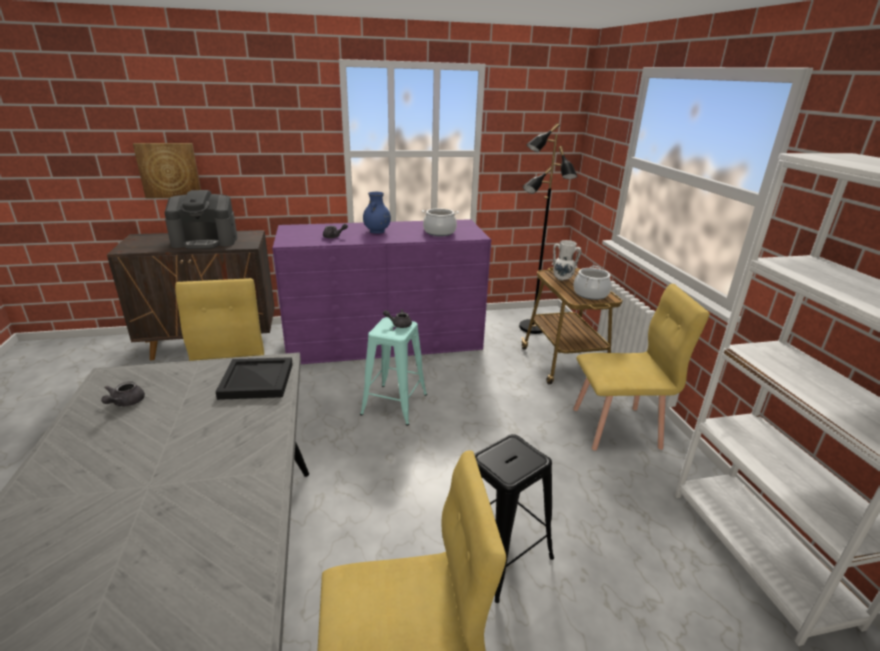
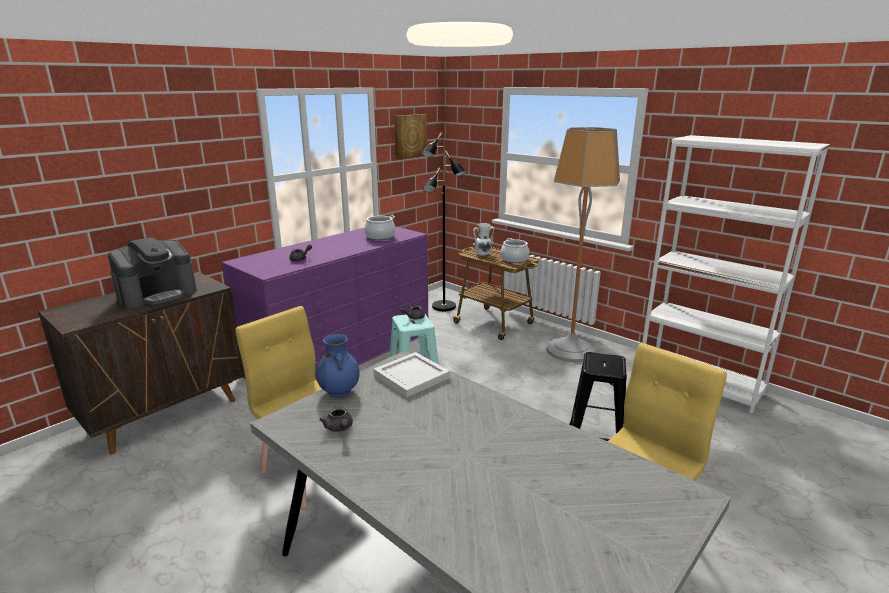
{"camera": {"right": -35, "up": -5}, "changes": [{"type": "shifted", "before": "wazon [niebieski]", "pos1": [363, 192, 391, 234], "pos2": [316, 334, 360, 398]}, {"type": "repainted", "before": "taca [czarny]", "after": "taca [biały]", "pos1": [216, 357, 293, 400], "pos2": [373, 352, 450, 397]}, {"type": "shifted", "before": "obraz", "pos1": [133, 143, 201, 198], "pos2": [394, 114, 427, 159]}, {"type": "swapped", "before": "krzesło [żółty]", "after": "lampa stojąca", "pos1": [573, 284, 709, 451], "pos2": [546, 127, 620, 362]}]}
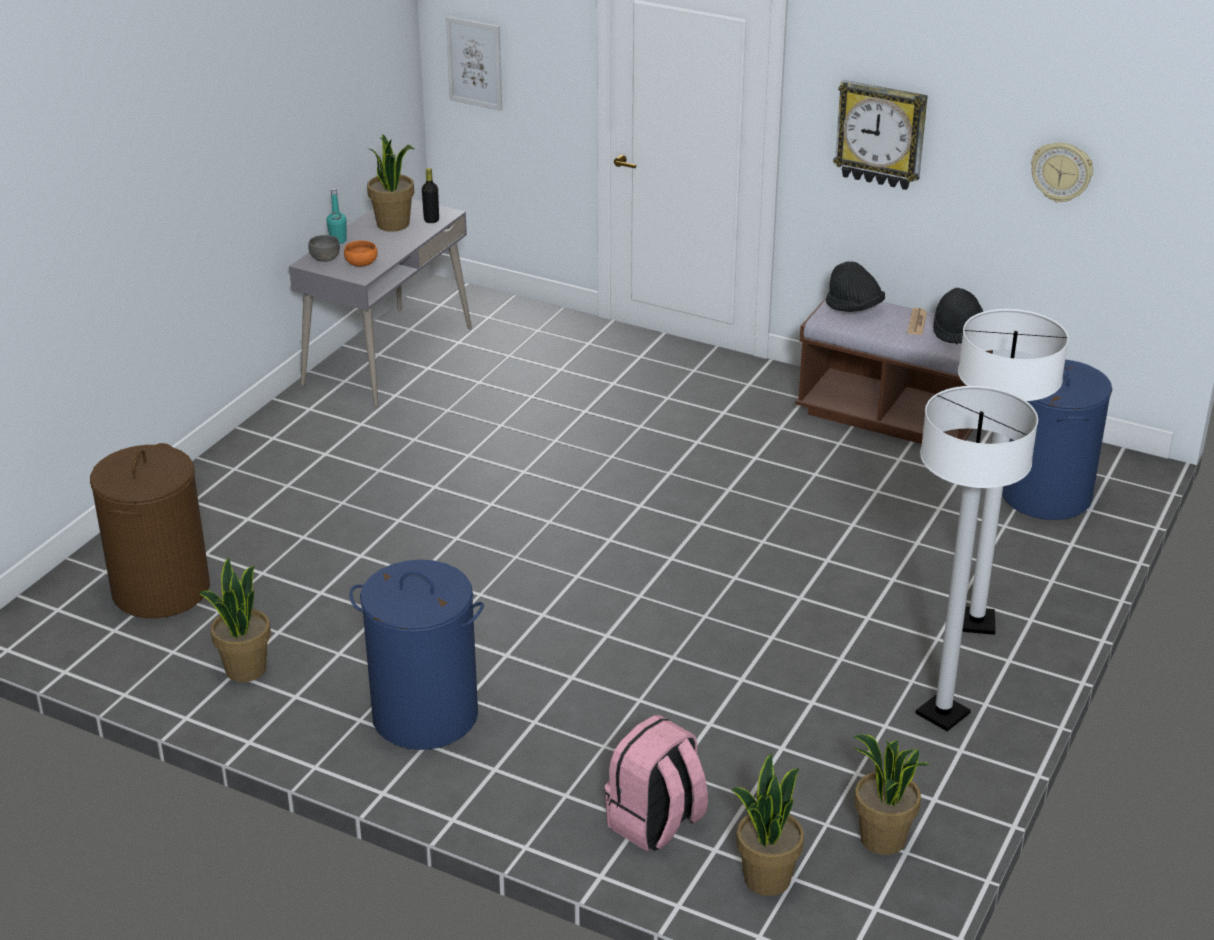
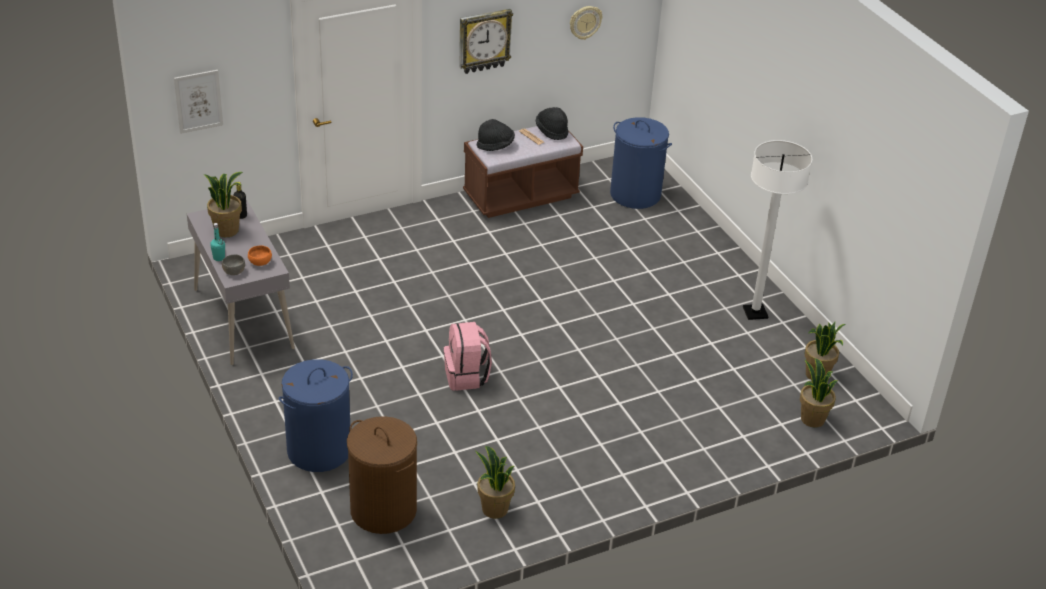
{"camera": {"right": -55, "up": 5}, "changes": [{"type": "shifted", "before": "kosz na pranie [niebieski]", "pos1": [350, 560, 484, 750], "pos2": [279, 359, 353, 472]}, {"type": "shifted", "before": "plecak [różowy]", "pos1": [604, 715, 708, 851], "pos2": [444, 322, 492, 391]}, {"type": "gone", "before": "lampa stojąca [biały]", "pos1": [958, 309, 1069, 635]}]}
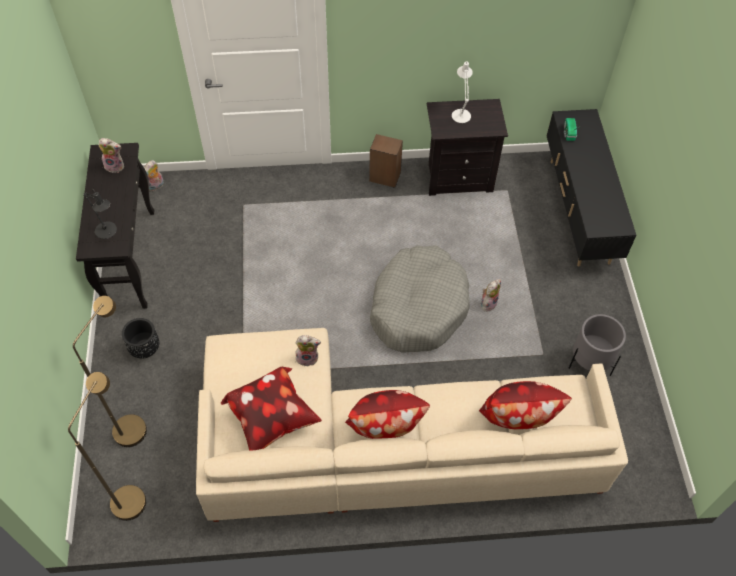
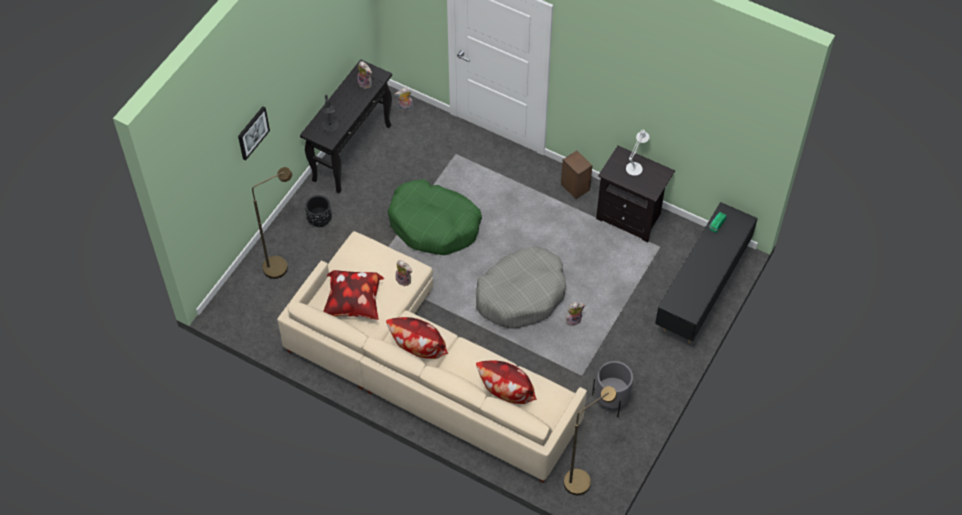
{"camera": {"right": 35, "up": 0}, "changes": [{"type": "new", "after": "obraz", "pos2": [238, 106, 270, 160]}, {"type": "new", "after": "legowisko [zielony]", "pos2": [388, 179, 482, 255]}, {"type": "shifted", "before": "lampa stojąca [brązowy]", "pos1": [68, 372, 146, 521], "pos2": [564, 386, 617, 495]}]}
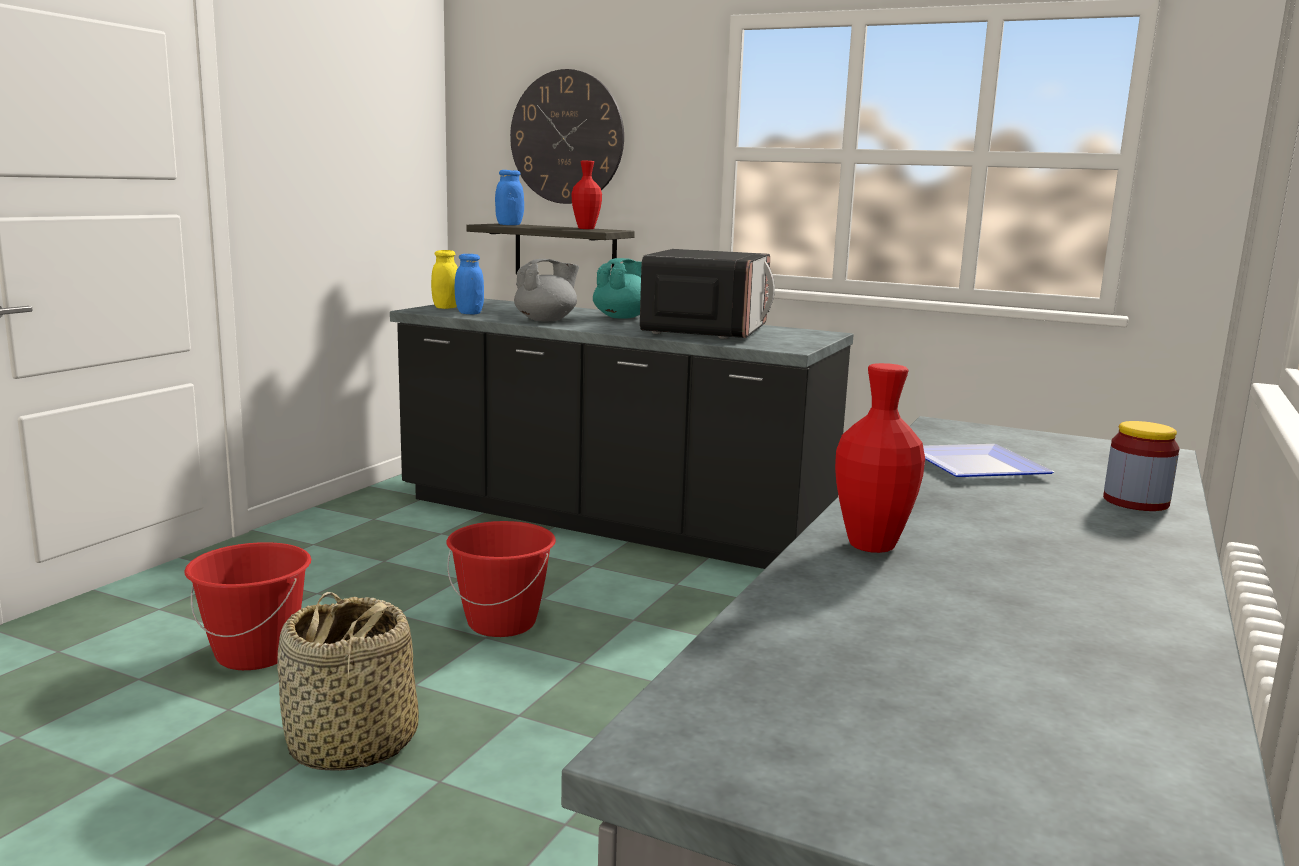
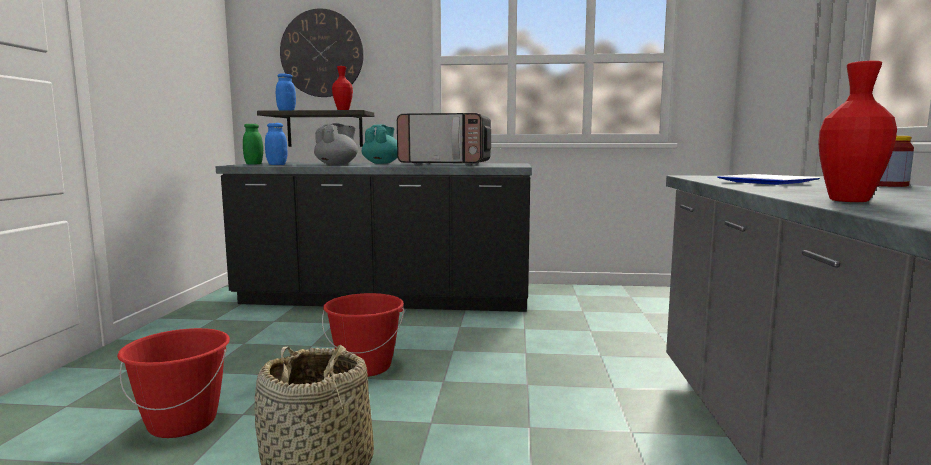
{"camera": {"right": -20, "up": -5}, "changes": [{"type": "repainted", "before": "słoik [żółty]", "after": "słoik [zielony]", "pos1": [431, 250, 458, 309], "pos2": [243, 124, 263, 165]}, {"type": "rotated", "before": "mikrofalówka", "pos1": [640, 249, 775, 339], "pos2": [397, 113, 491, 165], "turn": 105}]}
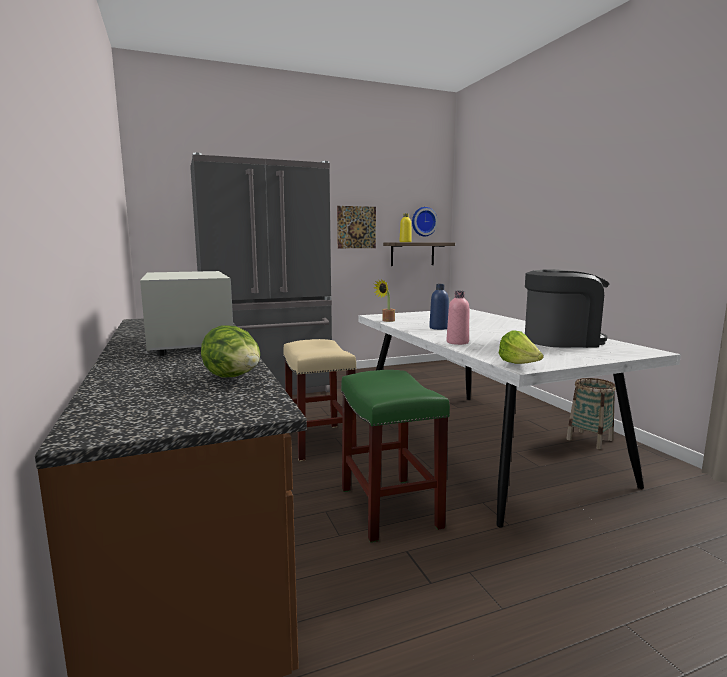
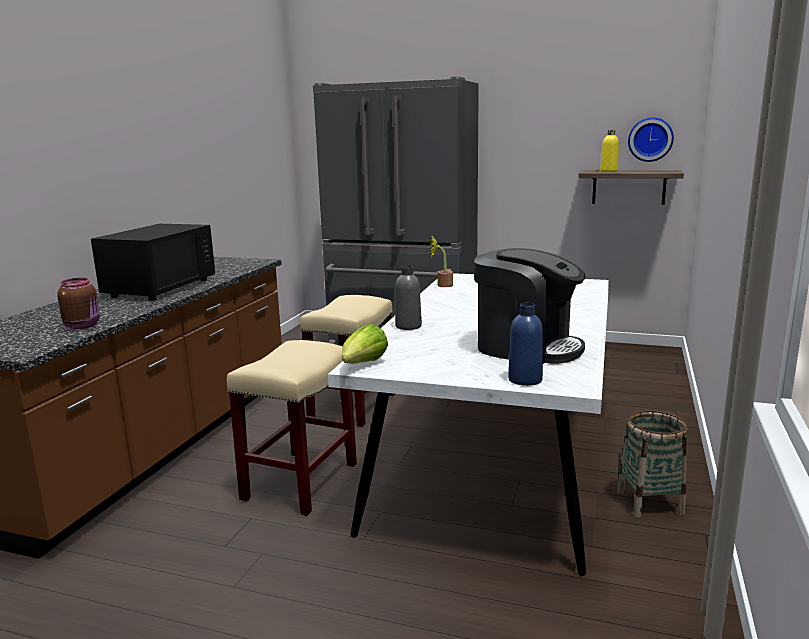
{"camera": {"right": 40, "up": 5}, "changes": [{"type": "swapped", "before": "sałata", "after": "słoik [brązowy]", "pos1": [201, 325, 260, 377], "pos2": [57, 278, 100, 329]}, {"type": "repainted", "before": "mikrofalówka [biały]", "after": "mikrofalówka [czarny]", "pos1": [140, 271, 233, 356], "pos2": [91, 224, 215, 301]}, {"type": "repainted", "before": "stołek [zielony]", "after": "stołek [beżowy]", "pos1": [341, 370, 450, 543], "pos2": [227, 340, 357, 516]}, {"type": "repainted", "before": "butelka [różowy]", "after": "butelka [szary]", "pos1": [446, 291, 469, 345], "pos2": [395, 265, 422, 330]}, {"type": "shifted", "before": "butelka [niebieski]", "pos1": [429, 284, 449, 330], "pos2": [508, 303, 543, 386]}, {"type": "gone", "before": "obraz", "pos1": [337, 206, 376, 248]}]}
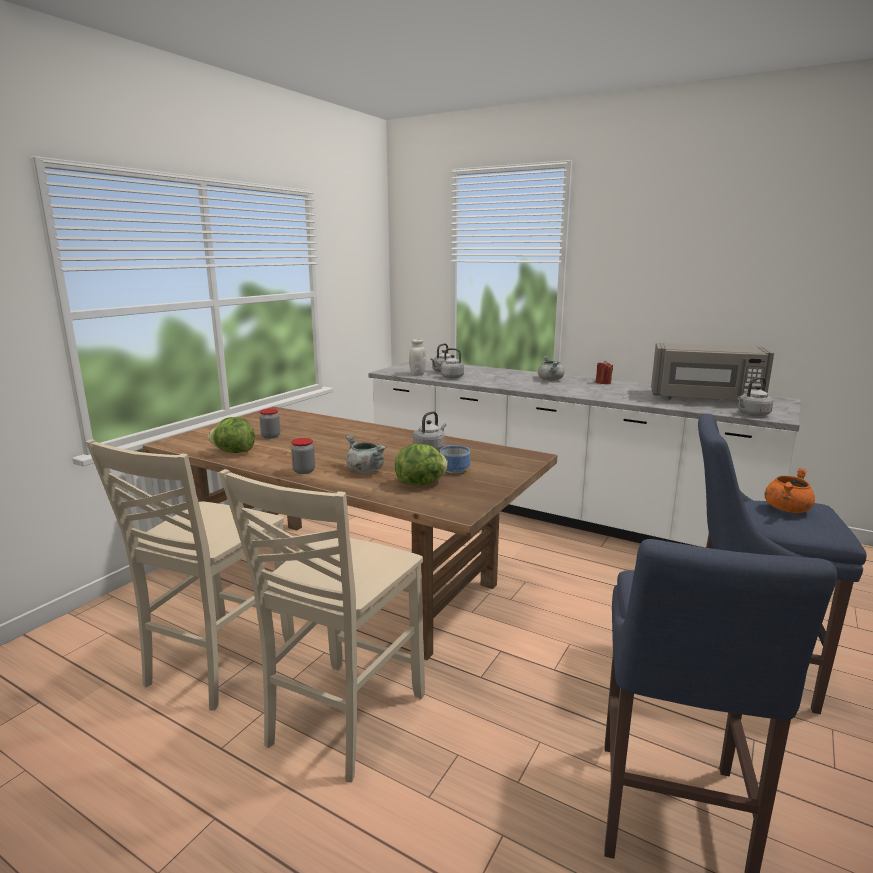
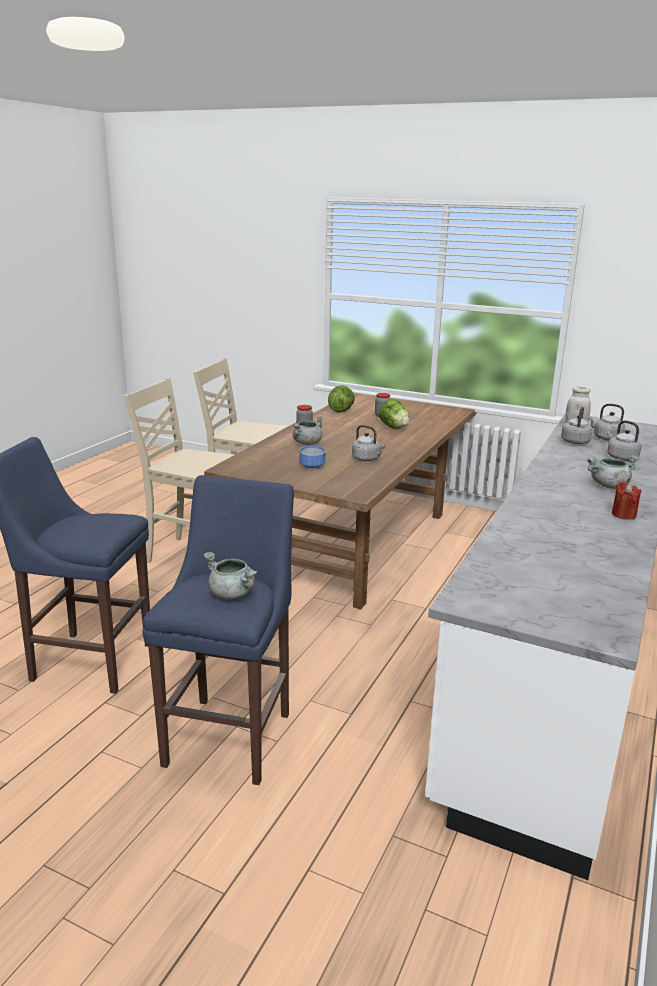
{"camera": {"right": 85, "up": 5}, "changes": [{"type": "repainted", "before": "garnek [pomarańczowy]", "after": "garnek [szary]", "pos1": [764, 468, 815, 513], "pos2": [203, 552, 258, 599]}, {"type": "shifted", "before": "sałata", "pos1": [395, 444, 448, 485], "pos2": [379, 398, 409, 429]}, {"type": "shifted", "before": "czajnik [szary]", "pos1": [737, 377, 773, 416], "pos2": [607, 420, 642, 461]}, {"type": "gone", "before": "mikrofalówka [szary]", "pos1": [651, 343, 774, 401]}]}
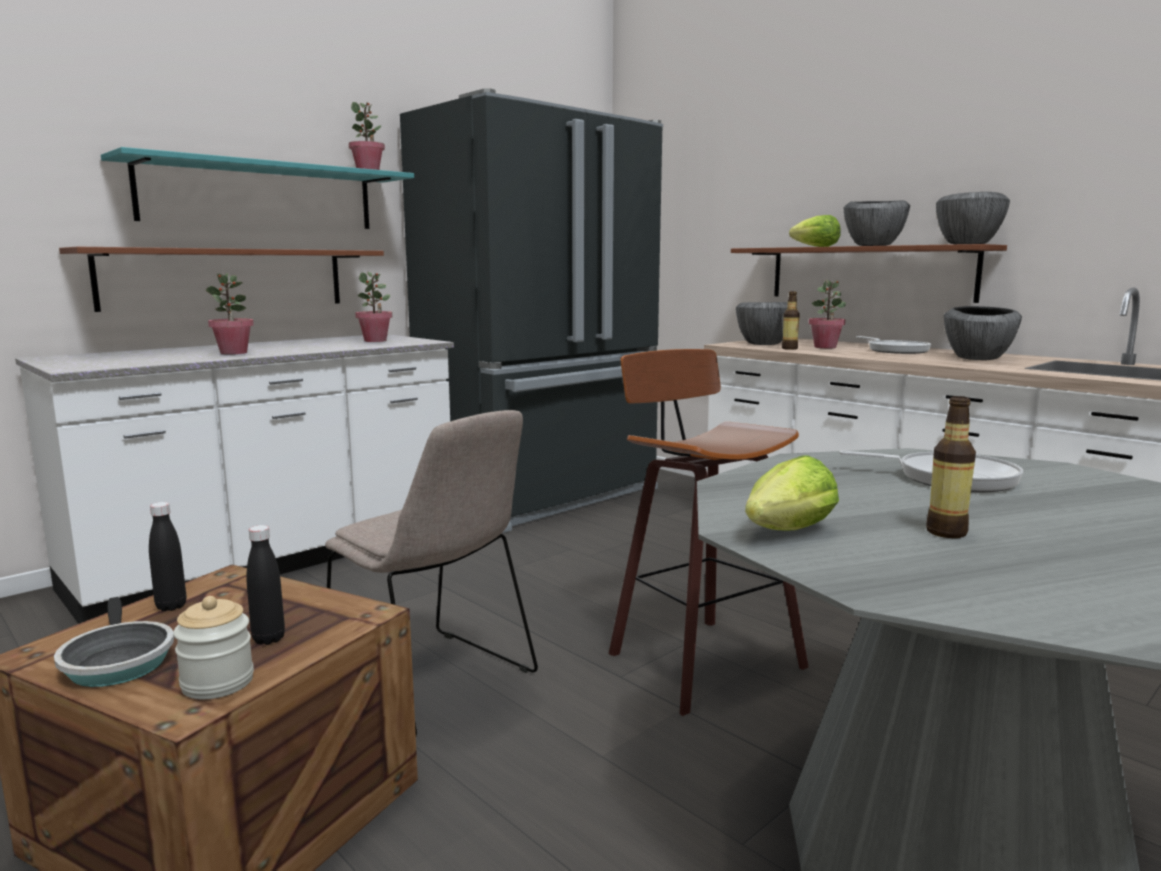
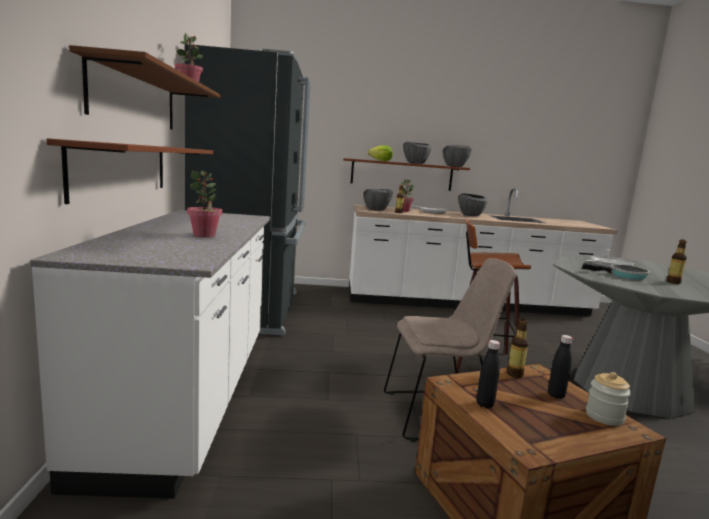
{"camera": {"right": -50, "up": 0}, "changes": [{"type": "repainted", "before": "półka [turkusowy]", "after": "półka [brązowy]", "pos1": [101, 147, 414, 229], "pos2": [69, 45, 221, 130]}, {"type": "new", "after": "butelka", "pos2": [507, 319, 529, 378]}, {"type": "shifted", "before": "patelnia", "pos1": [54, 597, 174, 687], "pos2": [582, 263, 650, 280]}, {"type": "gone", "before": "roślina doniczkowa", "pos1": [356, 272, 392, 342]}, {"type": "gone", "before": "sałata", "pos1": [745, 455, 839, 531]}]}
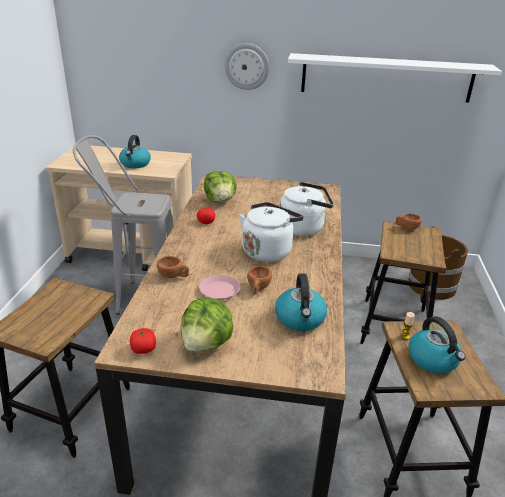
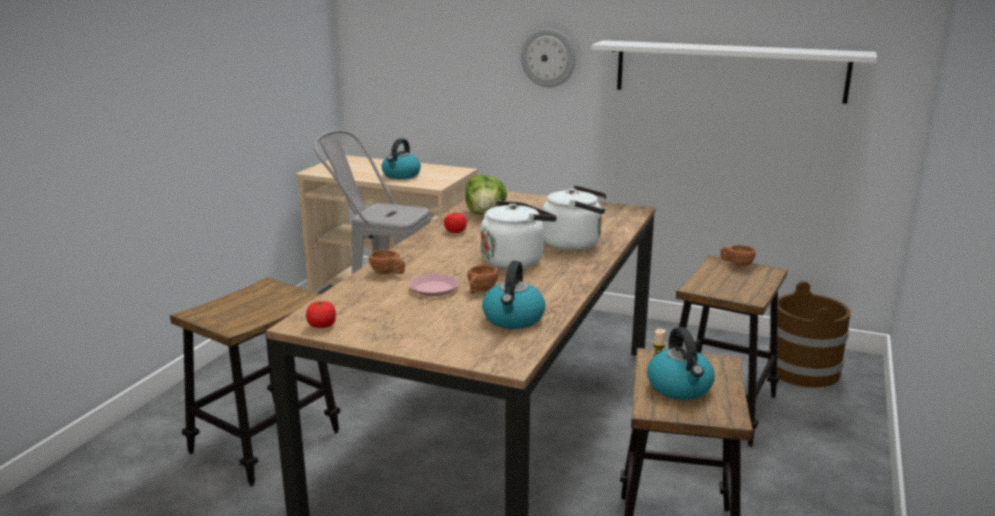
{"camera": {"right": 15, "up": -10}, "changes": [{"type": "gone", "before": "sałata", "pos1": [181, 297, 233, 352]}]}
